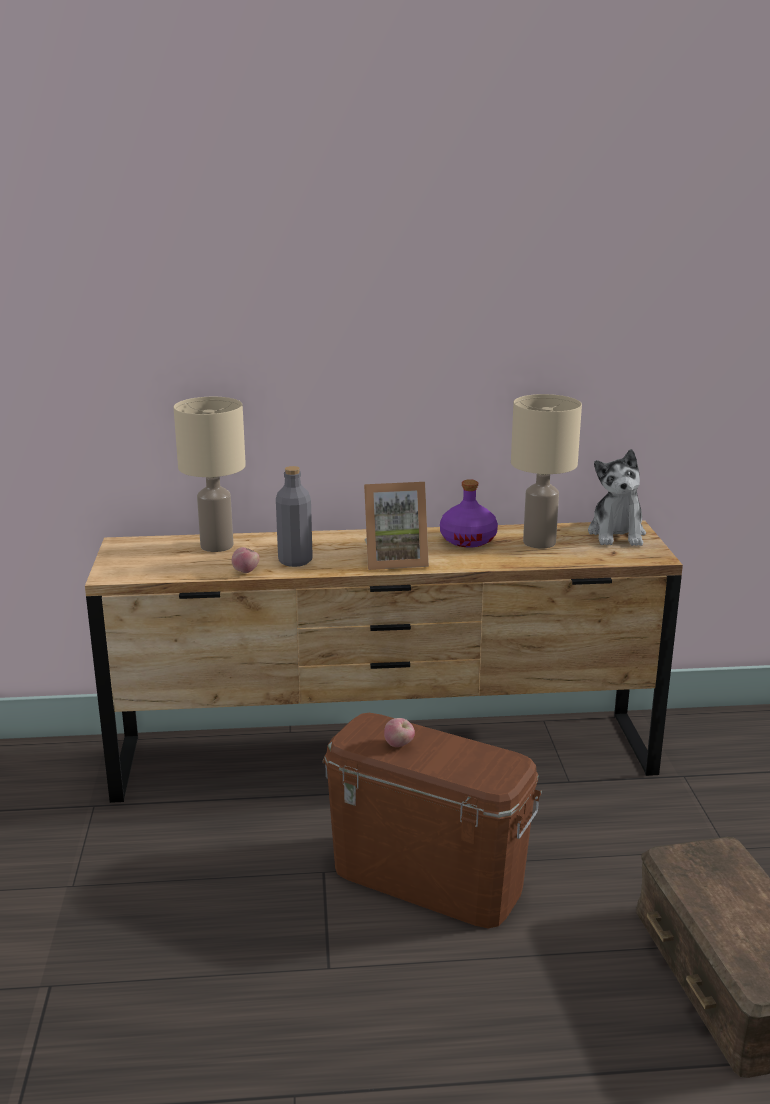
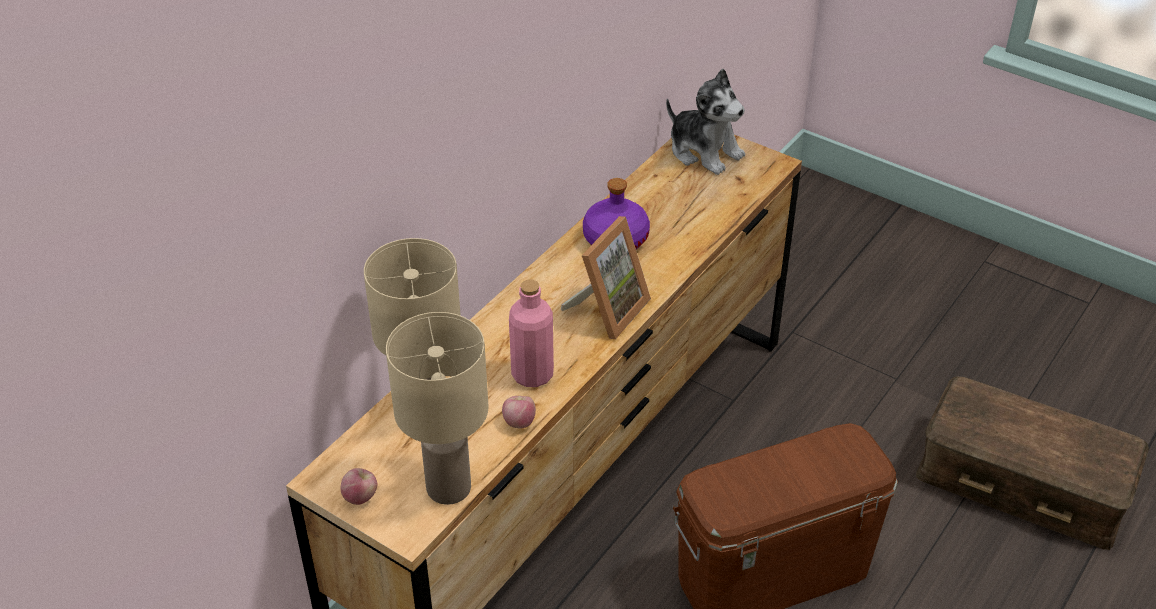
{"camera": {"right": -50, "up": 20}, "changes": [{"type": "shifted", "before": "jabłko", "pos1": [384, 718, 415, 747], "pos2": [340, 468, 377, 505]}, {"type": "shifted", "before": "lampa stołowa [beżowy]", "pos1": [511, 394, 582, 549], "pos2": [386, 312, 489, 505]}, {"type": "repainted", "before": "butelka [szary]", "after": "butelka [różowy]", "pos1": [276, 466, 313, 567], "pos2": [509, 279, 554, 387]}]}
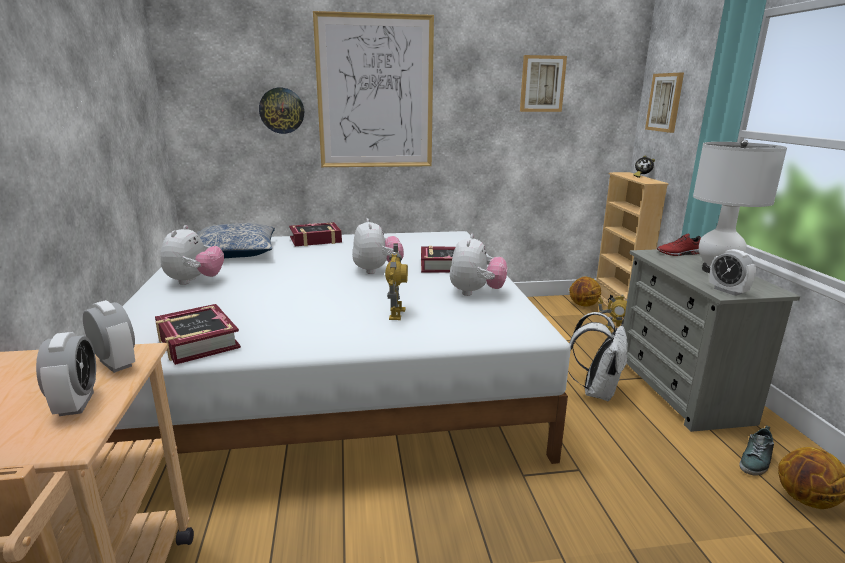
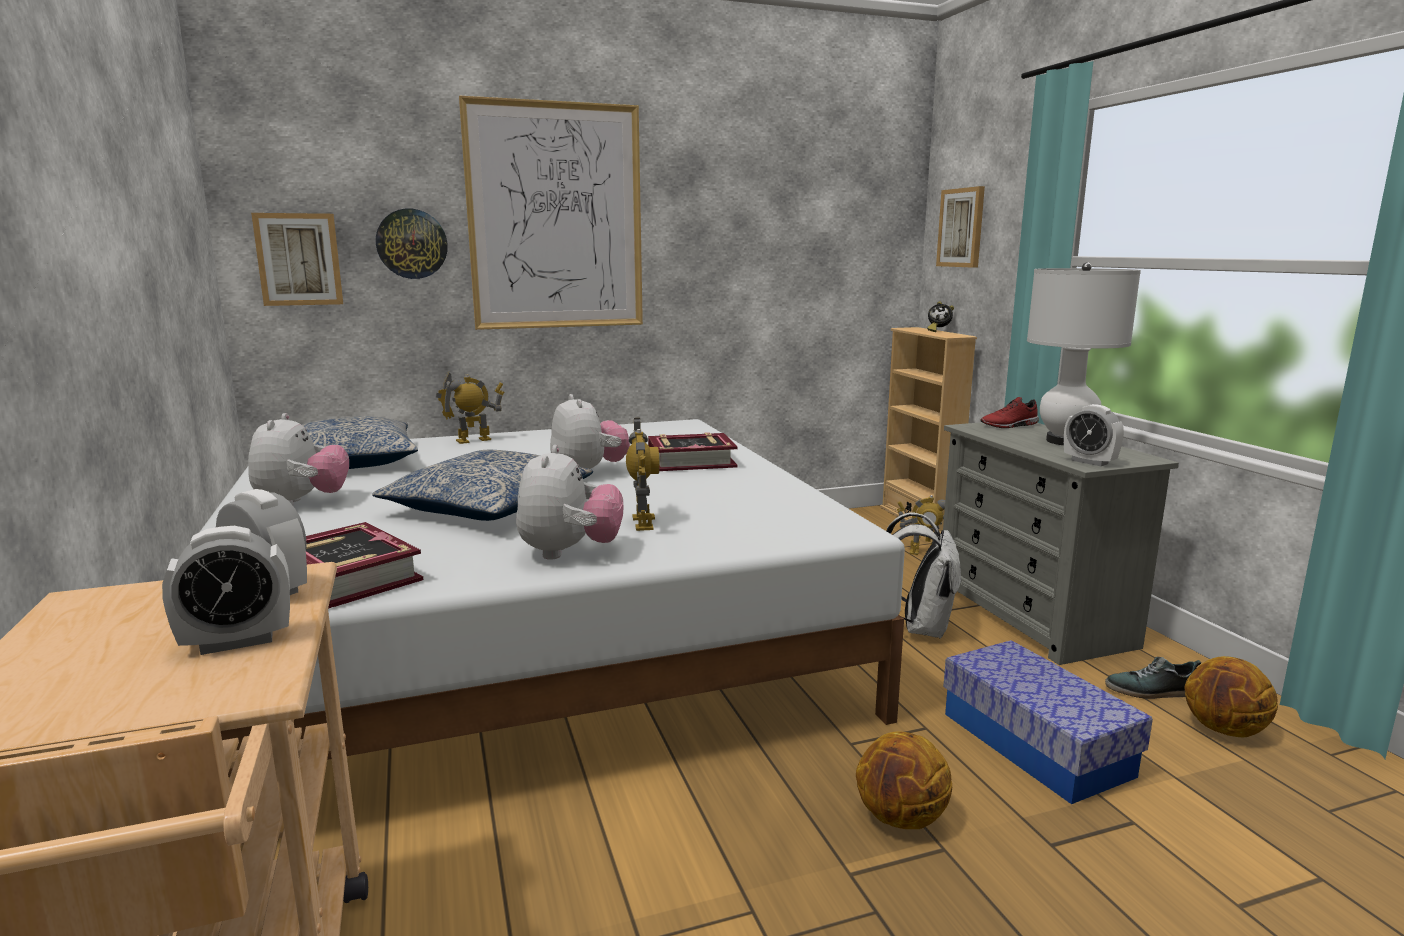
{"camera": {"right": -10, "up": -5}, "changes": [{"type": "rotated", "before": "budzik", "pos1": [36, 332, 96, 416], "pos2": [162, 526, 290, 655], "turn": 90}, {"type": "shifted", "before": "obraz", "pos1": [520, 55, 567, 112], "pos2": [251, 213, 343, 306]}, {"type": "new", "after": "poduszka", "pos2": [372, 450, 593, 521]}, {"type": "swapped", "before": "książka", "after": "robot zabawkowy", "pos1": [289, 222, 342, 246], "pos2": [436, 371, 504, 444]}, {"type": "shifted", "before": "pluszak", "pos1": [450, 234, 507, 296], "pos2": [516, 445, 623, 560]}, {"type": "shifted", "before": "piłka do koszykówki", "pos1": [569, 276, 601, 306], "pos2": [856, 731, 952, 829]}, {"type": "new", "after": "pojemnik do przechowywania", "pos2": [943, 640, 1153, 804]}, {"type": "rotated", "before": "but", "pos1": [740, 425, 774, 476], "pos2": [1105, 657, 1201, 699], "turn": 60}]}
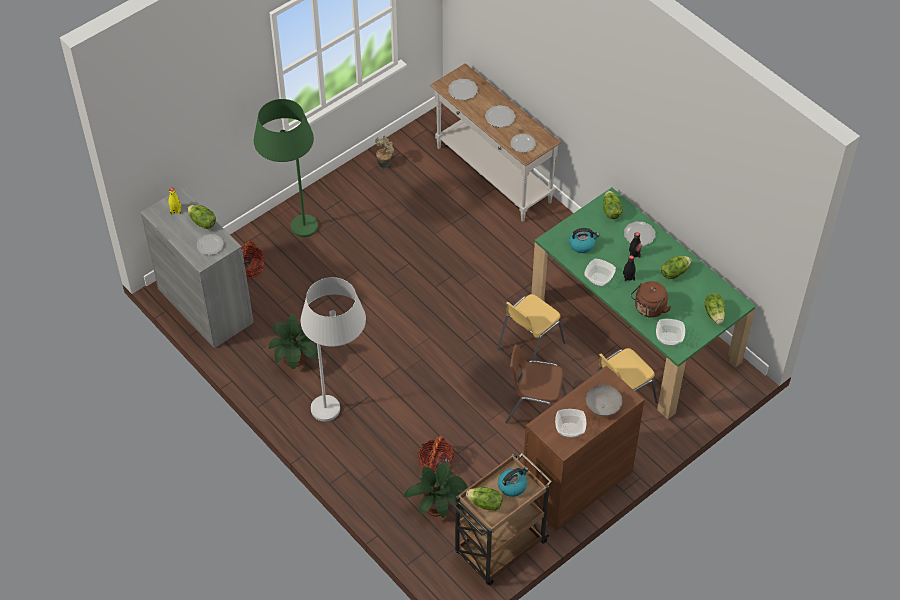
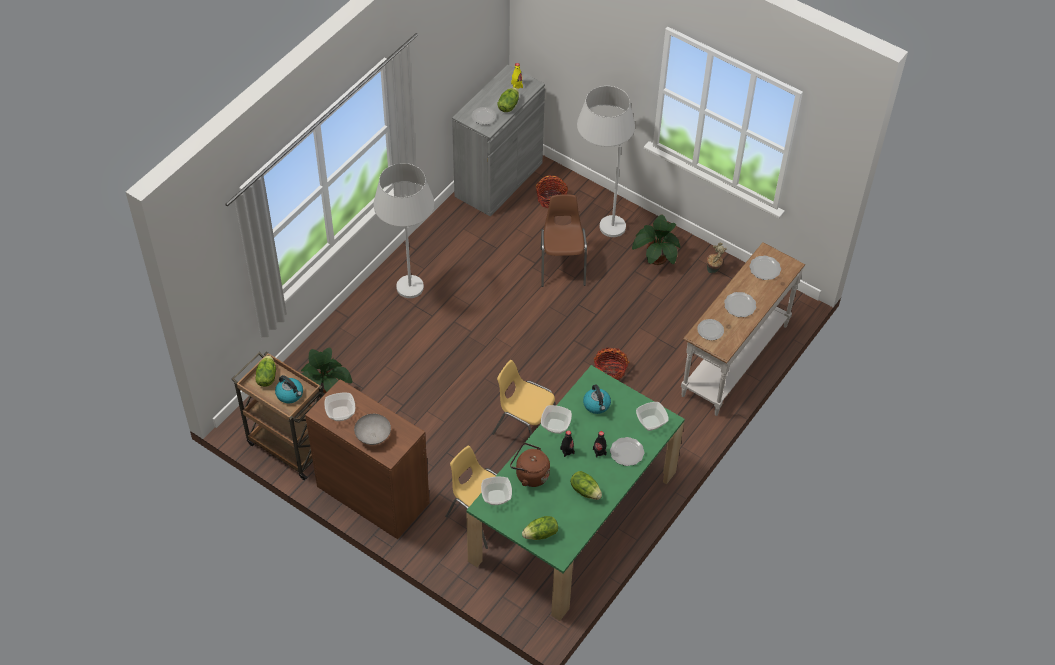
{"camera": {"right": 75, "up": 0}, "changes": [{"type": "shifted", "before": "krzesło [brązowy]", "pos1": [505, 345, 567, 423], "pos2": [541, 194, 587, 287]}, {"type": "repainted", "before": "lampa stojąca [zielony]", "after": "lampa stojąca [biały]", "pos1": [254, 99, 318, 237], "pos2": [577, 86, 635, 237]}, {"type": "shifted", "before": "koszyk", "pos1": [418, 435, 455, 473], "pos2": [594, 347, 629, 381]}, {"type": "shifted", "before": "roślina doniczkowa", "pos1": [268, 314, 318, 369], "pos2": [632, 215, 681, 265]}, {"type": "swapped", "before": "sałata", "after": "miska", "pos1": [603, 191, 623, 219], "pos2": [636, 402, 669, 431]}]}
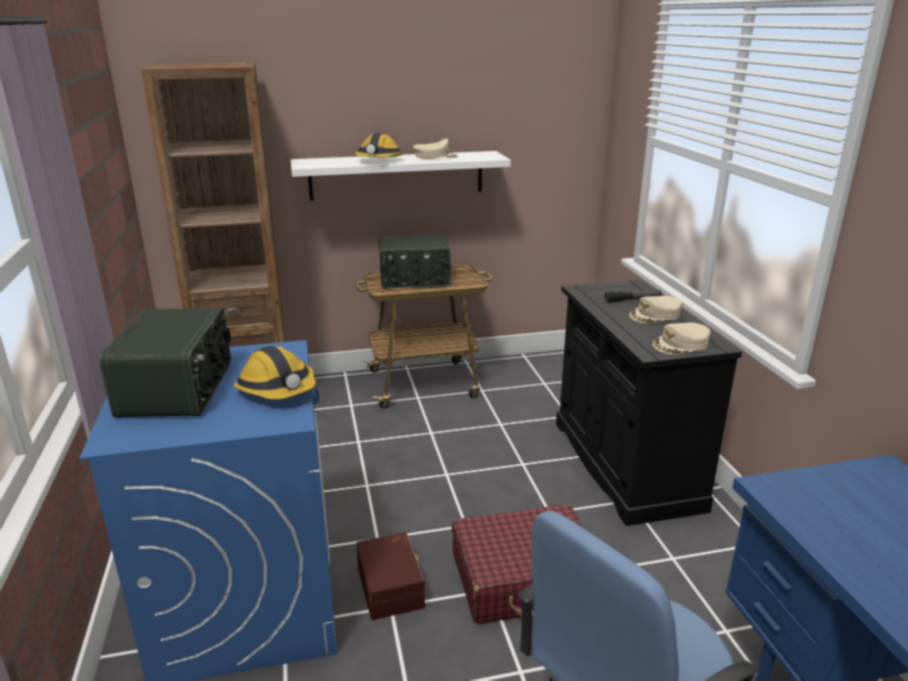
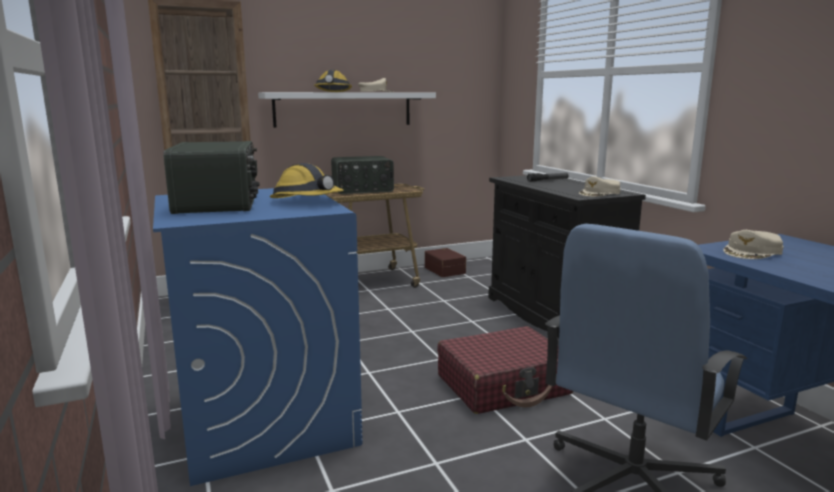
{"camera": {"right": -10, "up": -10}, "changes": [{"type": "shifted", "before": "pojemnik do przechowywania [brązowy]", "pos1": [356, 532, 425, 620], "pos2": [425, 248, 466, 277]}, {"type": "shifted", "before": "czapka z daszkiem [beżowy]", "pos1": [629, 296, 682, 323], "pos2": [723, 230, 783, 259]}]}
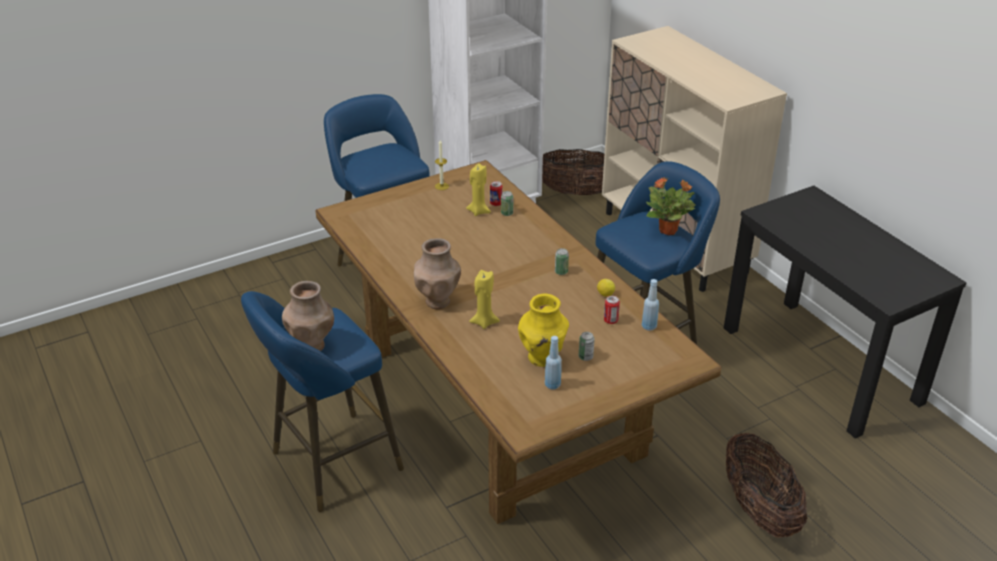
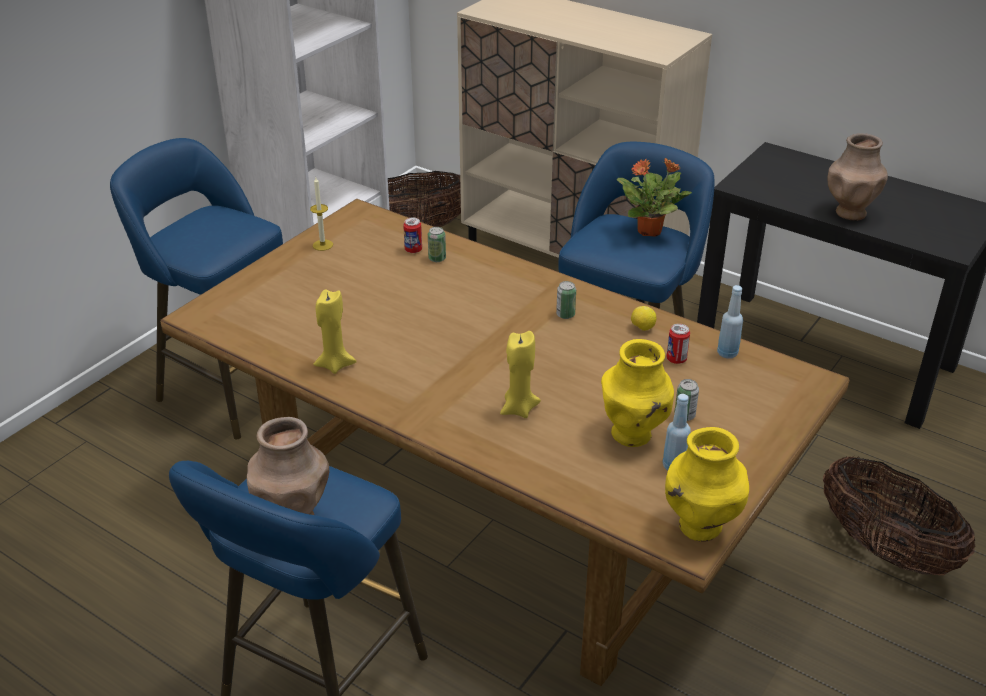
{"camera": {"right": -25, "up": 0}, "changes": [{"type": "shifted", "before": "świeca [żółty]", "pos1": [466, 163, 491, 216], "pos2": [313, 289, 357, 374]}, {"type": "new", "after": "wazon [żółty]", "pos2": [665, 427, 749, 542]}, {"type": "shifted", "before": "wazon [brązowy]", "pos1": [414, 238, 461, 309], "pos2": [827, 133, 888, 221]}]}
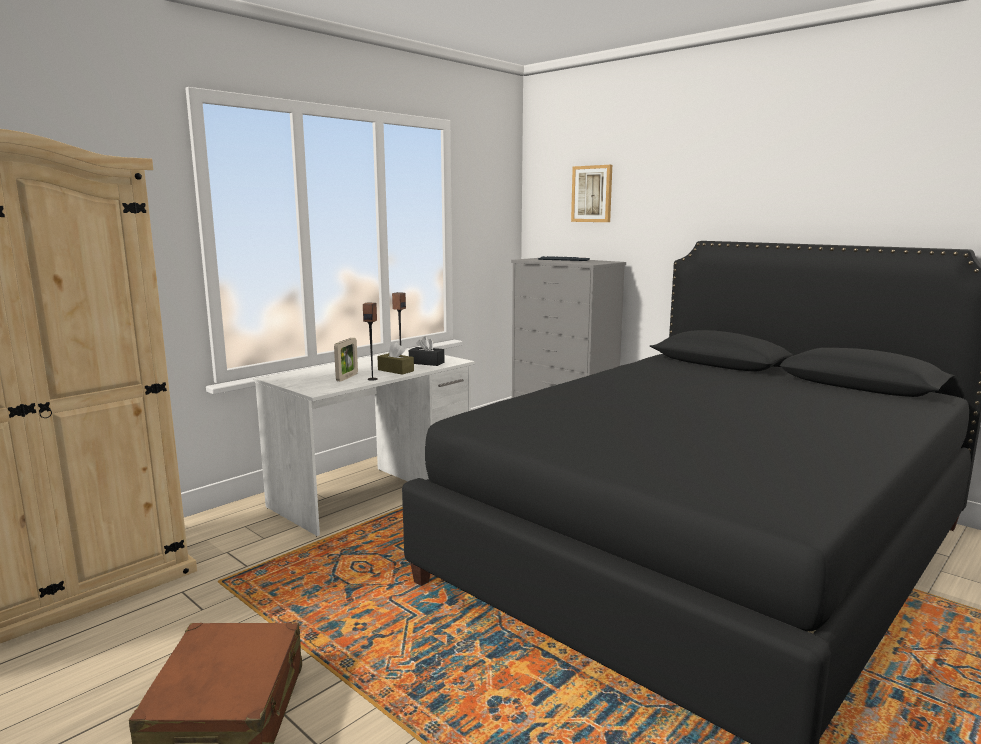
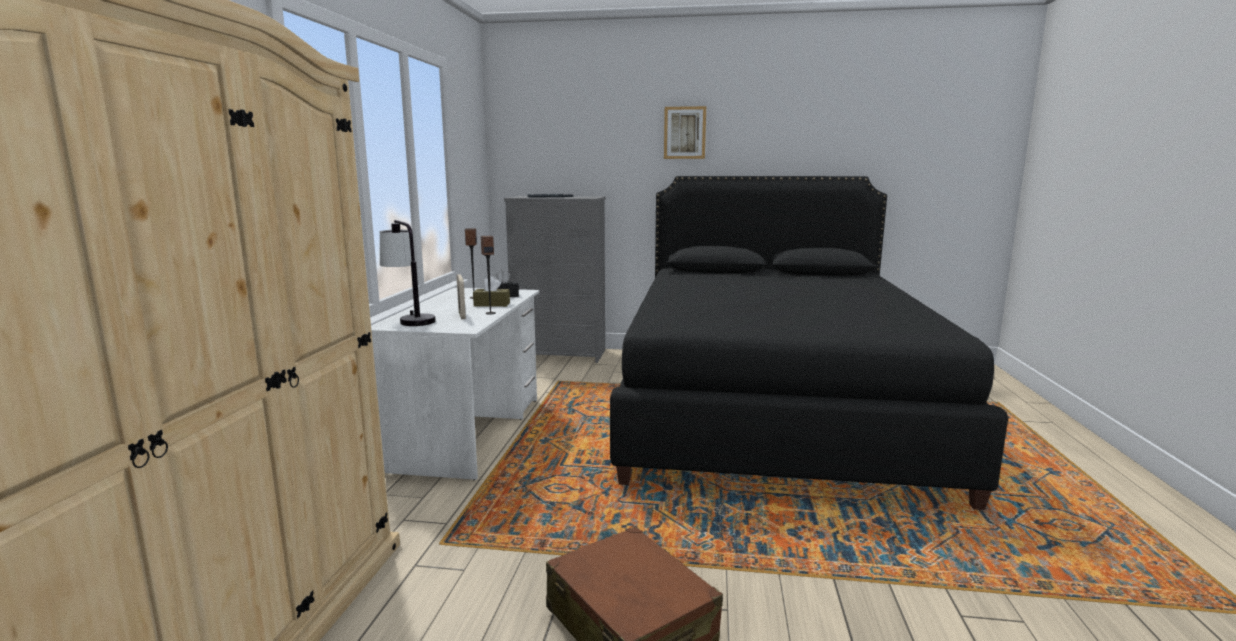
{"camera": {"right": -35, "up": 0}, "changes": [{"type": "new", "after": "lampa stołowa", "pos2": [380, 220, 436, 326]}, {"type": "shifted", "before": "obraz", "pos1": [571, 165, 612, 222], "pos2": [664, 106, 706, 159]}]}
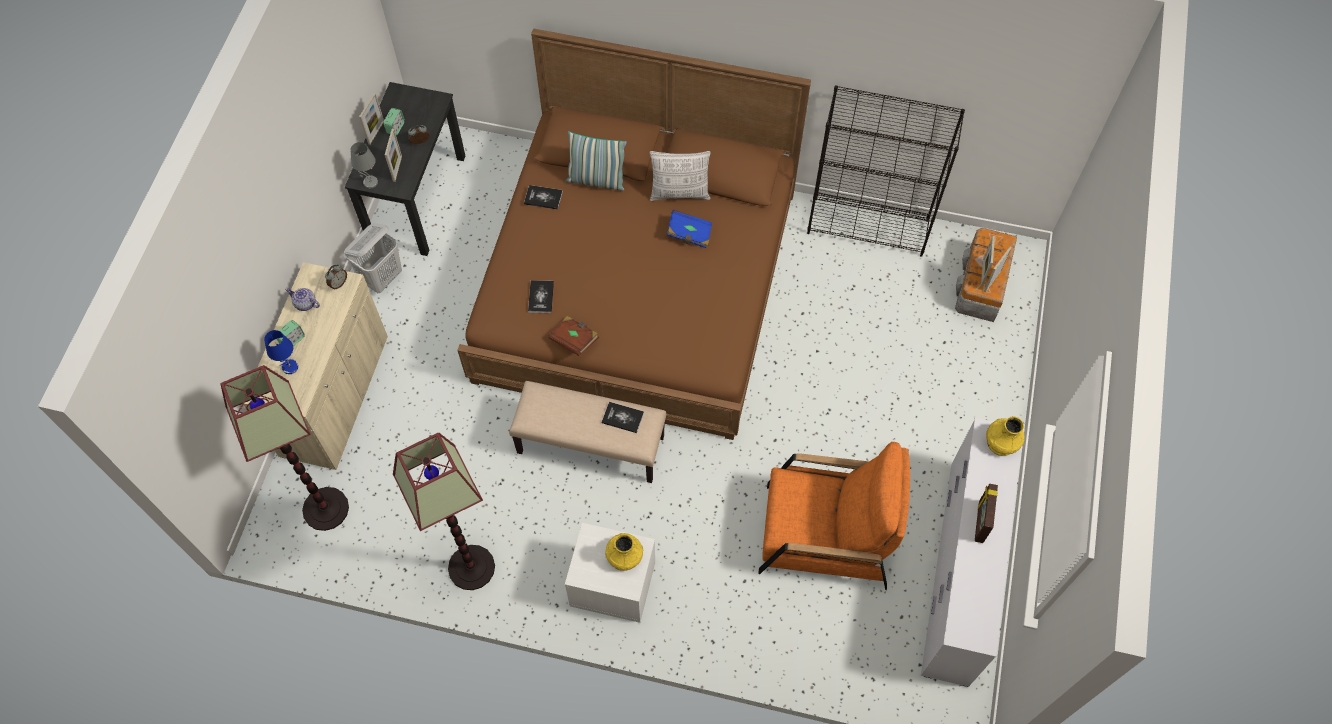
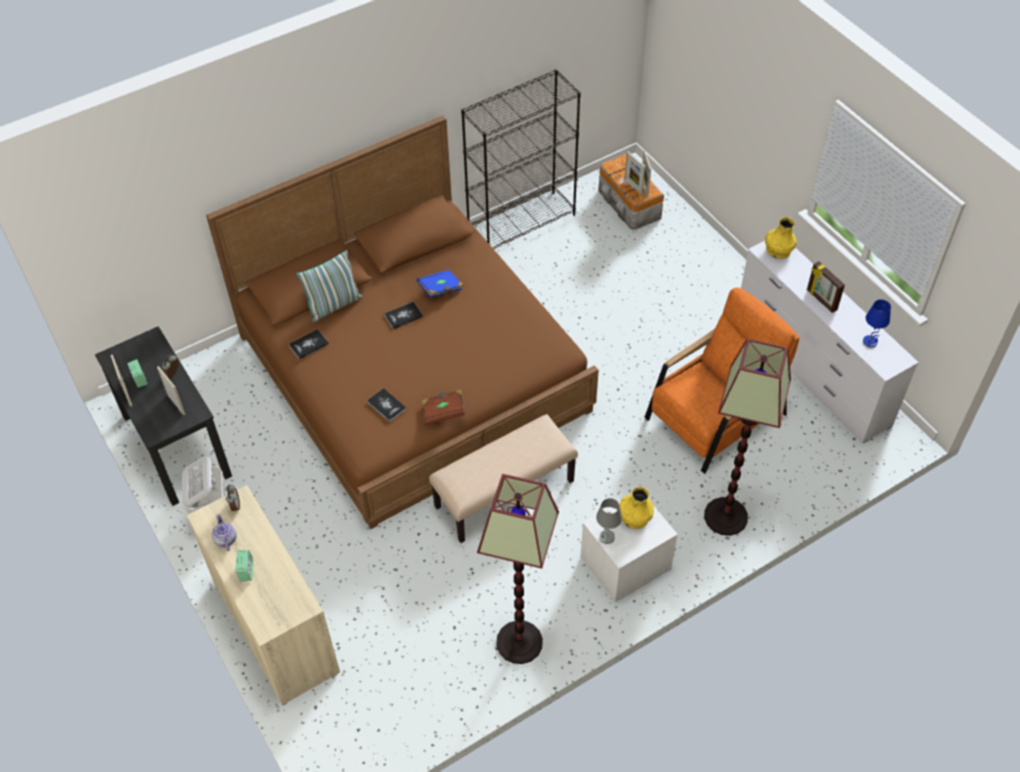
{"camera": {"right": -45, "up": -10}, "changes": [{"type": "rotated", "before": "imbryk", "pos1": [285, 288, 320, 311], "pos2": [212, 515, 237, 551], "turn": 90}, {"type": "shifted", "before": "książka", "pos1": [602, 402, 644, 433], "pos2": [384, 301, 423, 329]}, {"type": "shifted", "before": "lampa stołowa [szary]", "pos1": [350, 142, 378, 189], "pos2": [596, 498, 622, 544]}, {"type": "shifted", "before": "lampa stojąca", "pos1": [220, 365, 349, 531], "pos2": [704, 339, 791, 536]}, {"type": "shifted", "before": "lampa stołowa [niebieski]", "pos1": [264, 330, 298, 374], "pos2": [863, 299, 891, 348]}, {"type": "gone", "before": "poduszka", "pos1": [650, 151, 711, 201]}]}
